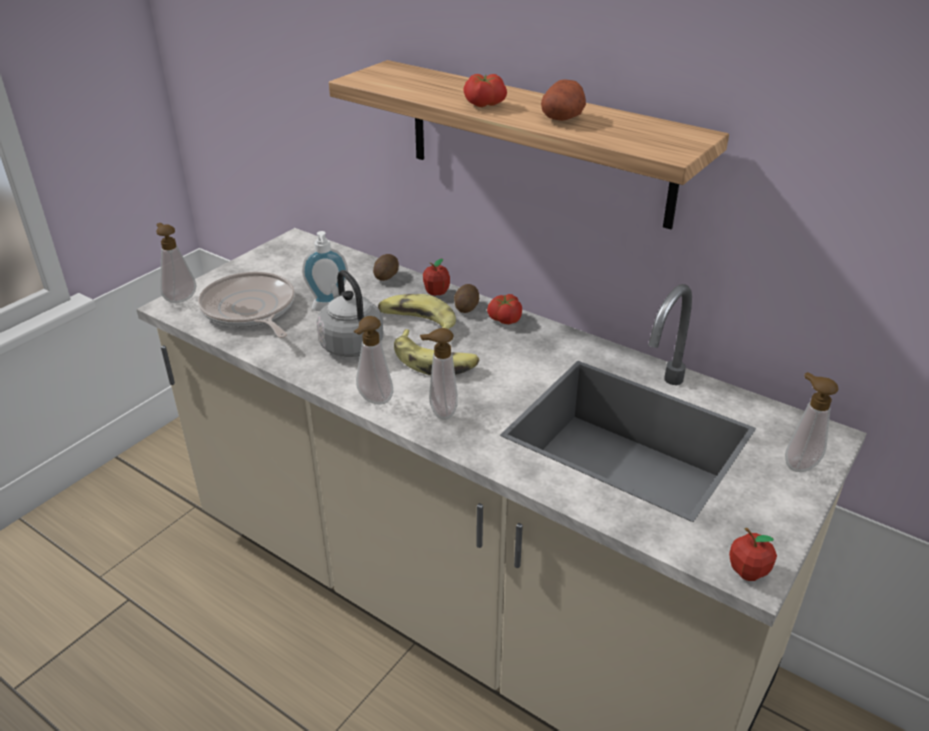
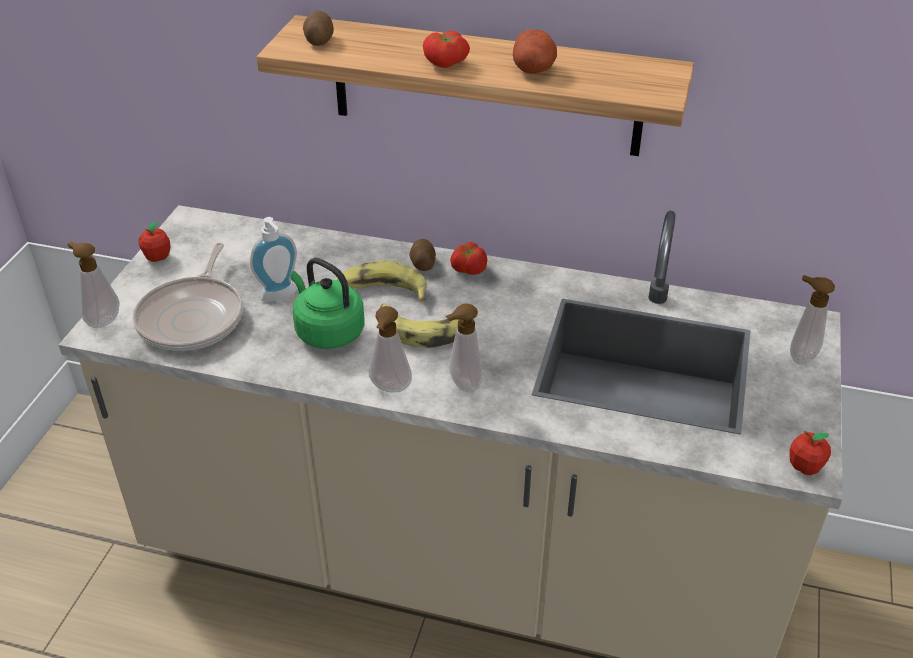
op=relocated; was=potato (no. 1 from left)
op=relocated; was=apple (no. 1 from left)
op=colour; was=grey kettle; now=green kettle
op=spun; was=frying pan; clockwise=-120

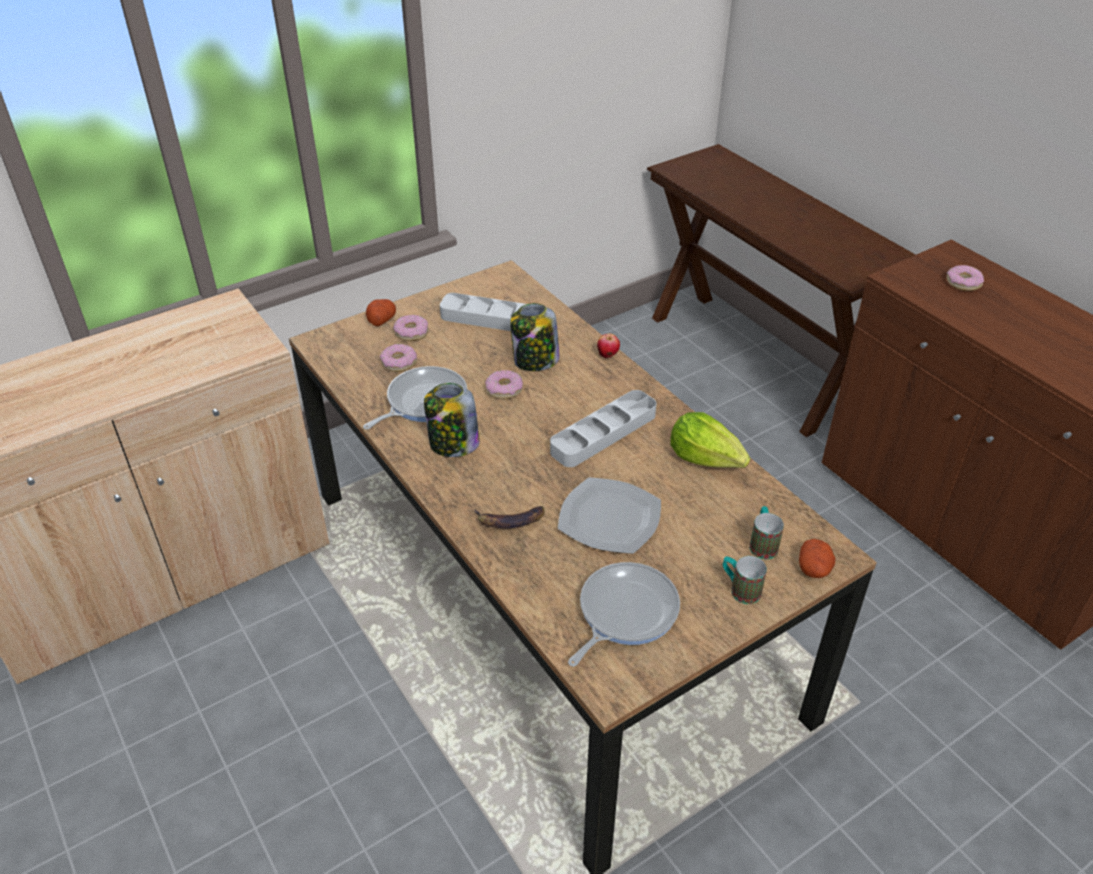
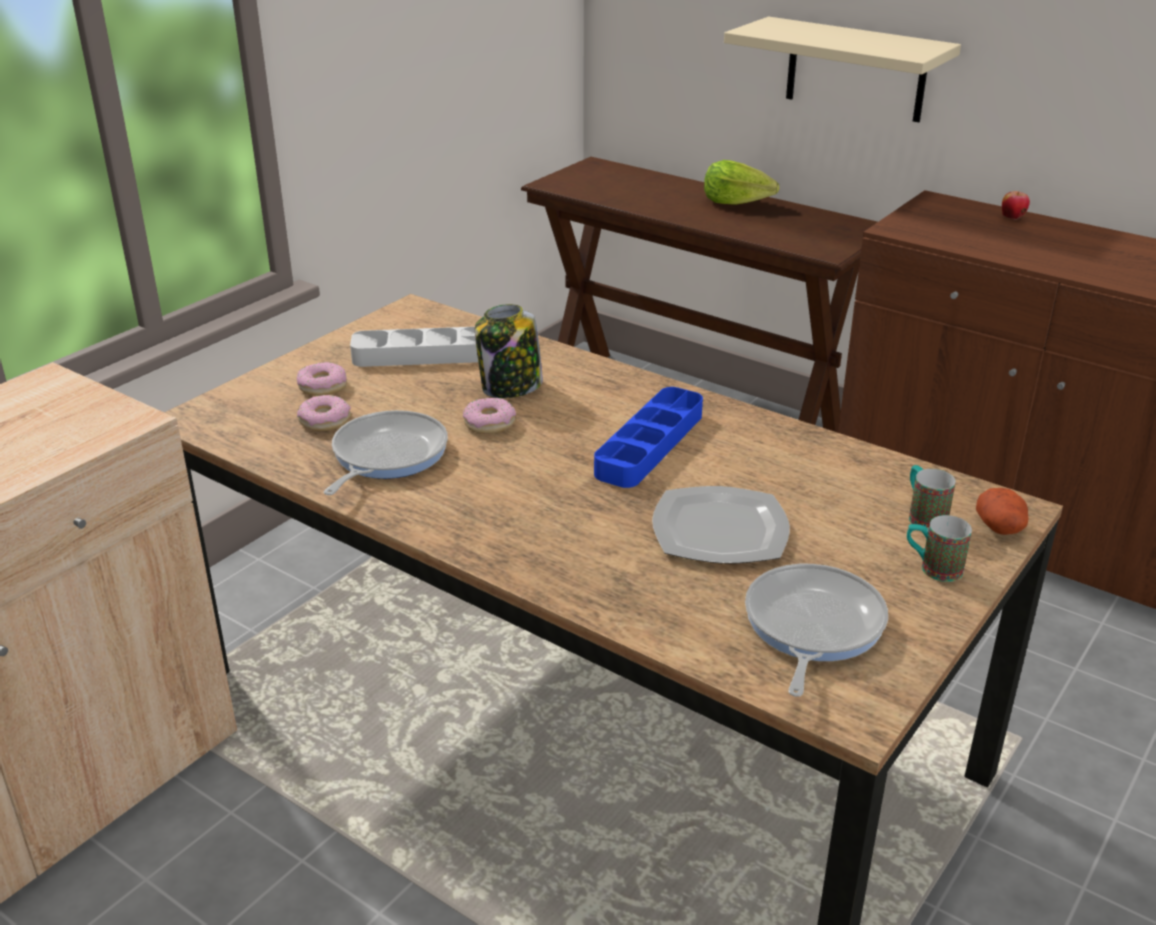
op=missing; was=donut (no. 4 from left)
op=missing; was=potato (no. 1 from left)
op=relocated; was=apple
op=missing; was=jar (no. 1 from left)
op=colour; was=grey tray (no. 2 from left); now=blue tray
op=relocated; was=lettuce
op=missing; was=banana
op=appeared; now=beige shelf

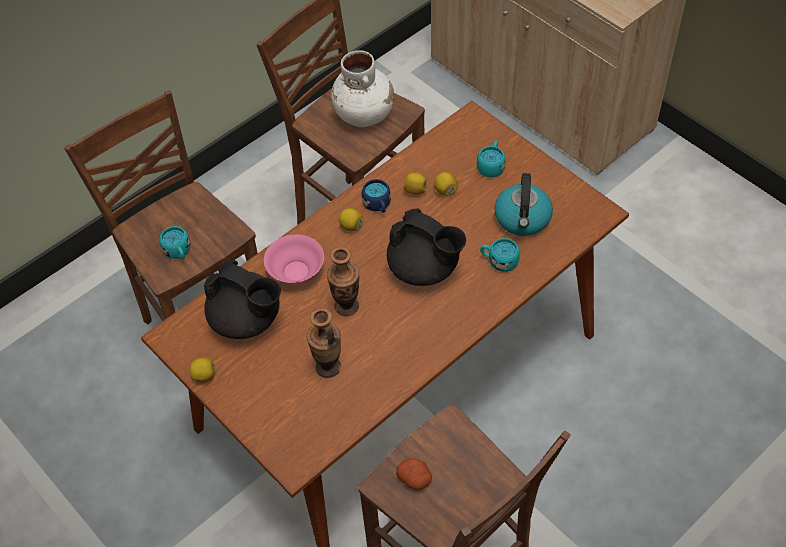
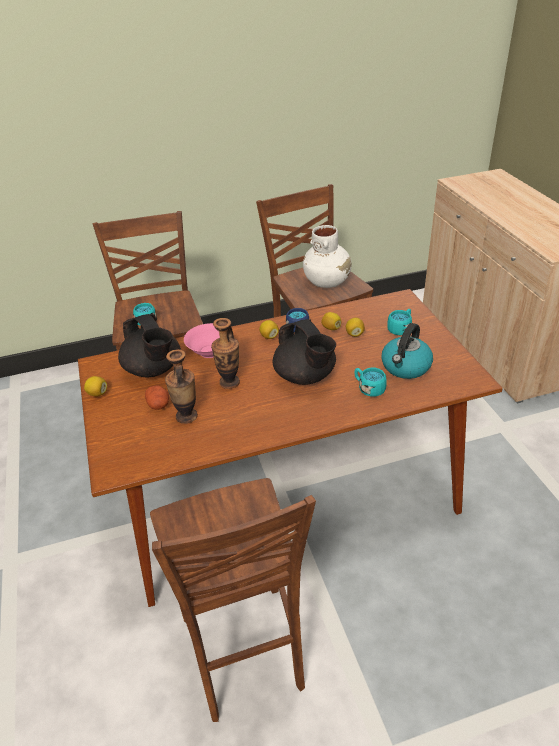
op=relocated; was=potato

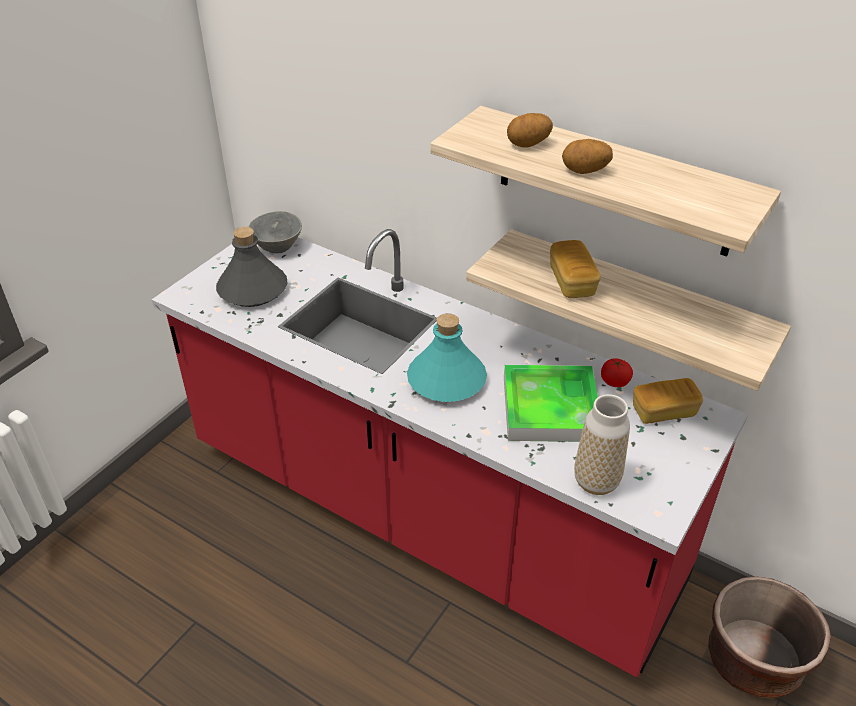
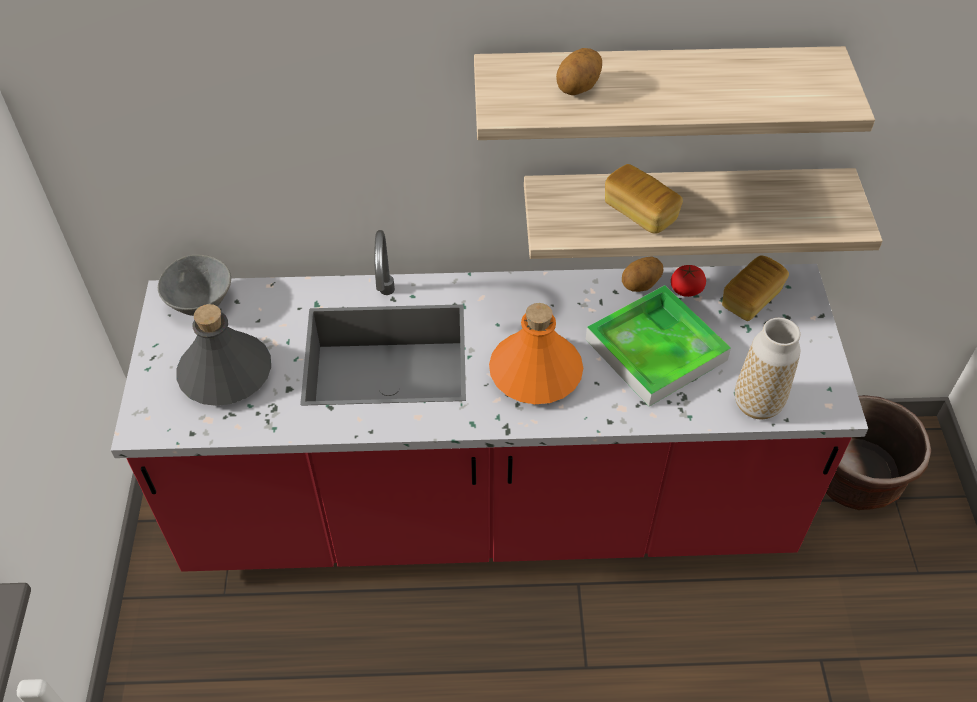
op=relocated; was=potato (no. 2 from left)
op=colour; was=turquoise bottle; now=orange bottle

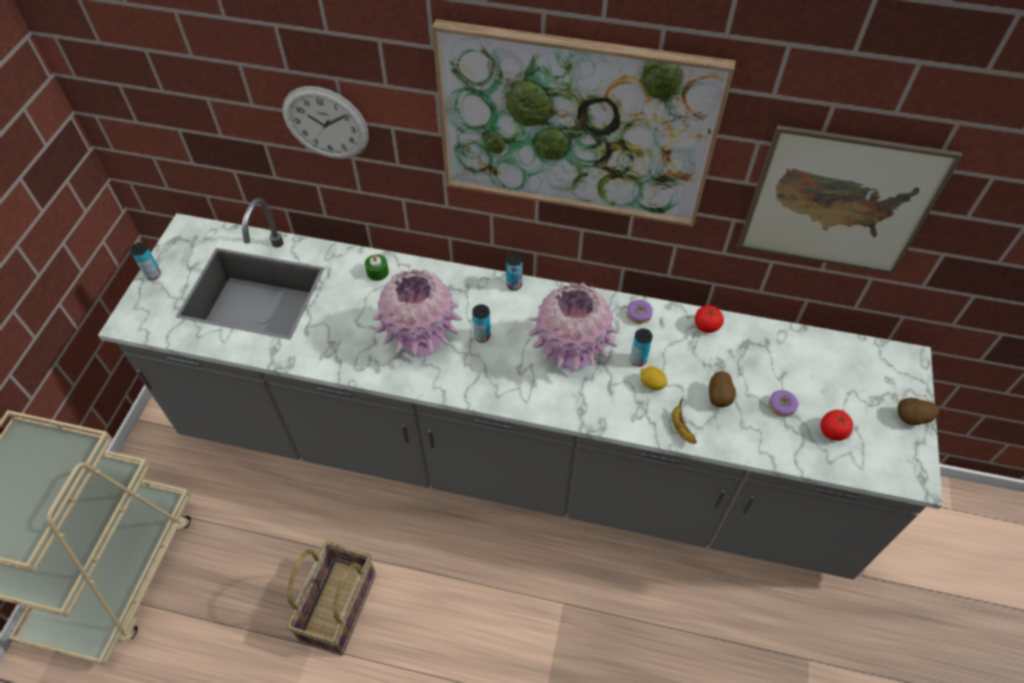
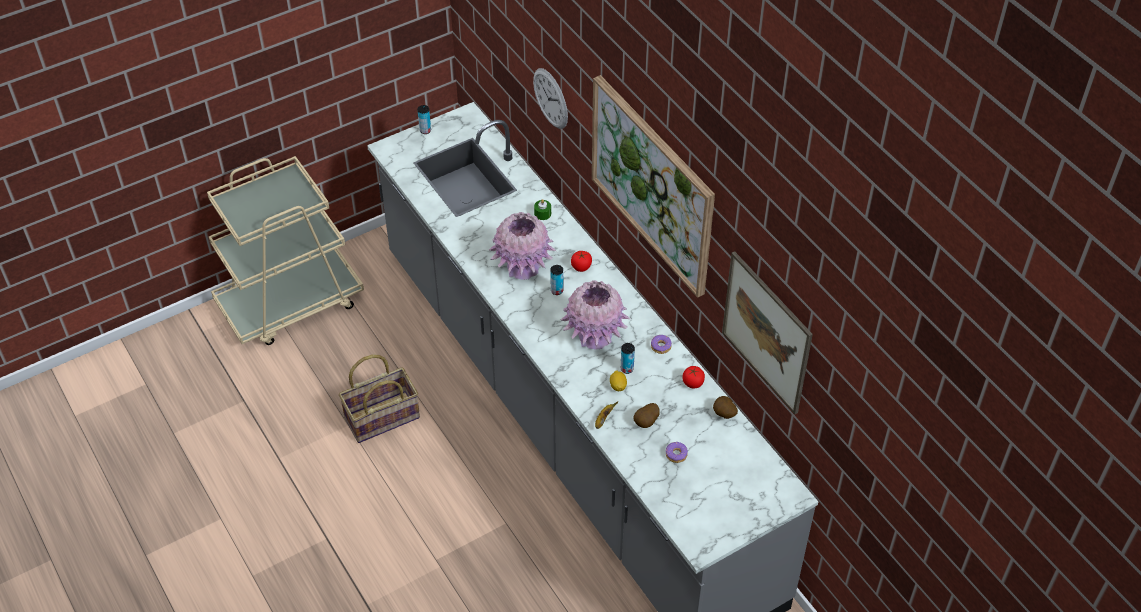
op=missing; was=can (no. 3 from left)
op=relocated; was=potato (no. 2 from left)
op=relocated; was=tomato (no. 2 from left in the first image); now=tomato (no. 1 from left)

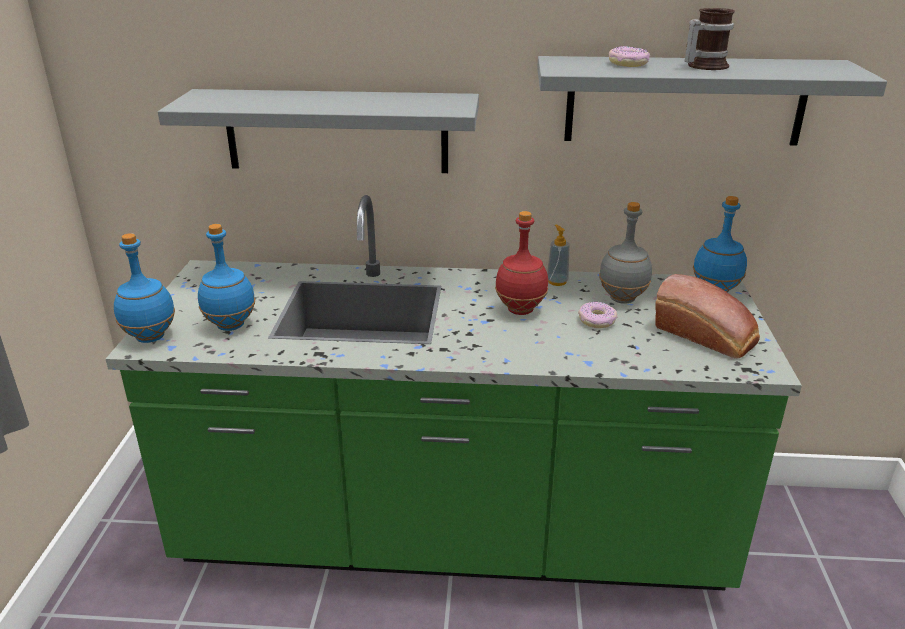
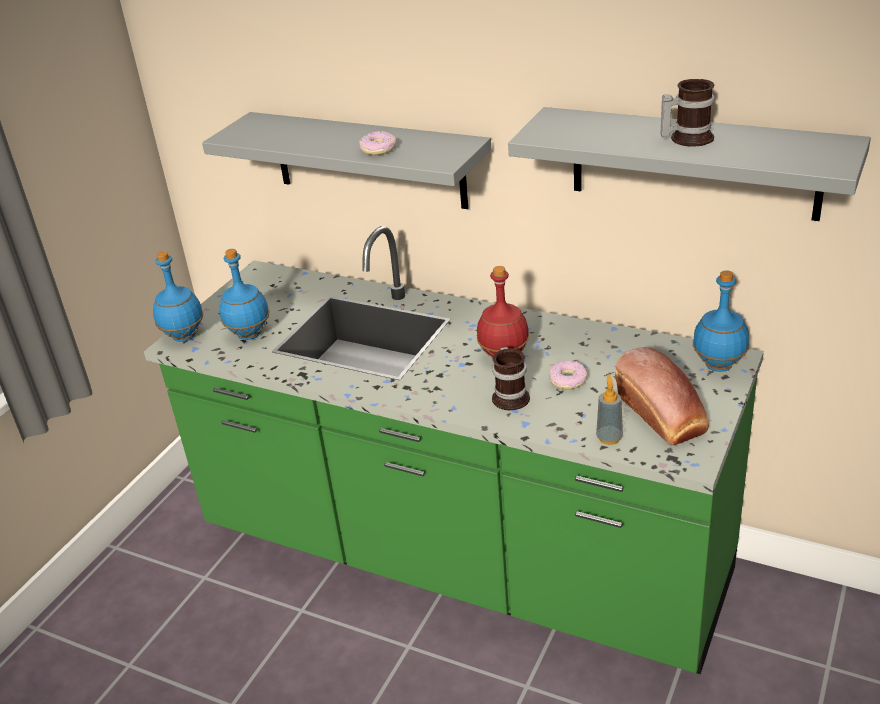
op=relocated; was=donut (no. 2 from left in the first image); now=donut (no. 1 from left)
op=missing; was=grey bottle
op=relocated; was=soap dispenser
op=appeared; now=mug (no. 1 from left)

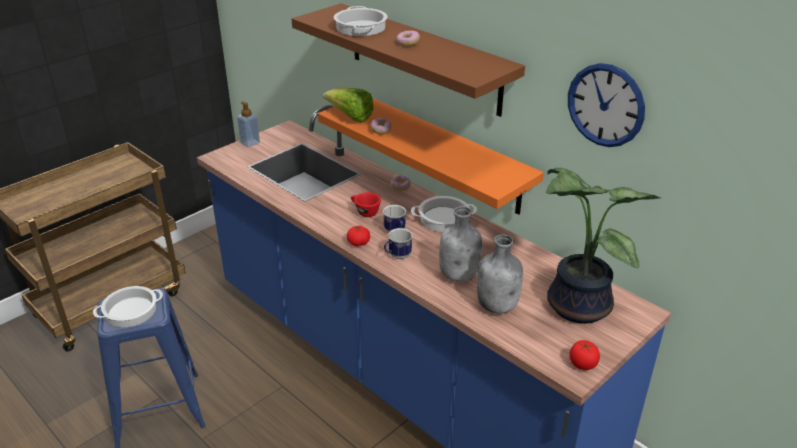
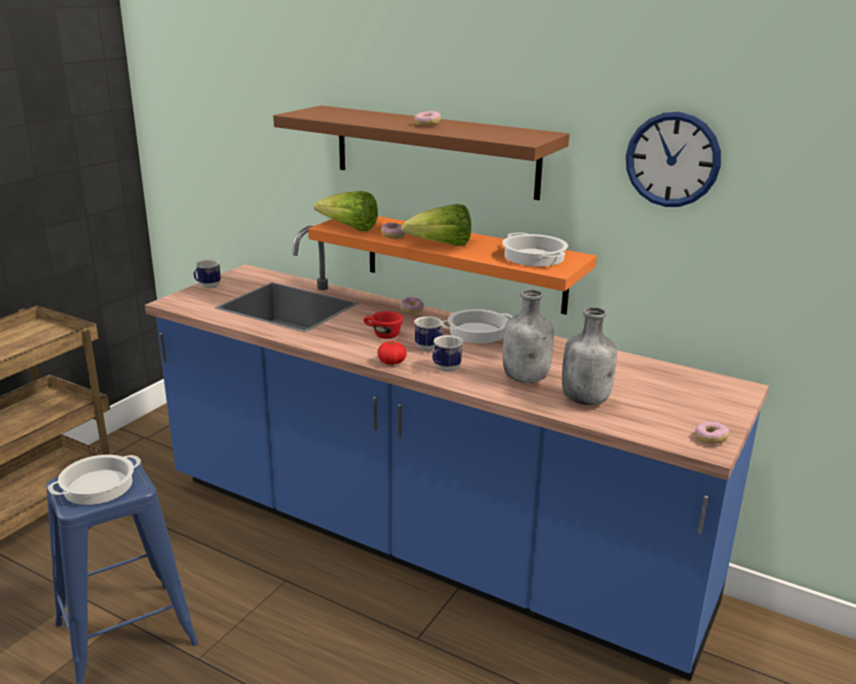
op=relocated; was=cooking pot (no. 2 from left in the first image); now=cooking pot (no. 3 from left)
op=exchanged; was=soap dispenser; now=mug (no. 1 from left)
op=missing; was=potted plant
op=exchanged; was=tomato (no. 2 from left); now=donut (no. 4 from left)
op=appeared; now=lettuce (no. 2 from left)

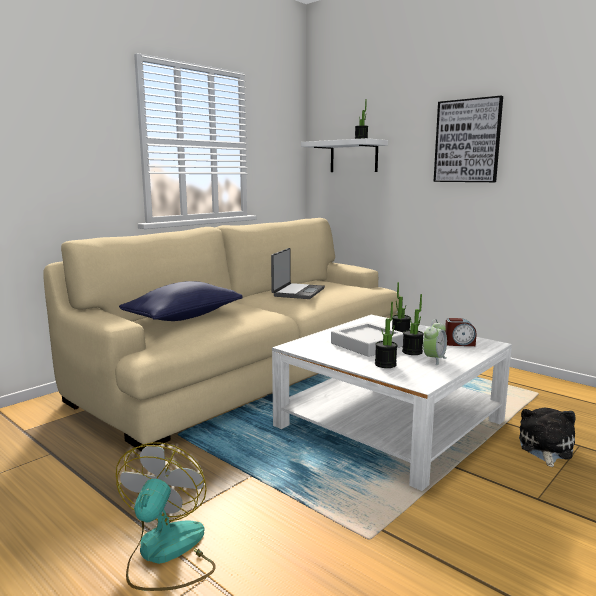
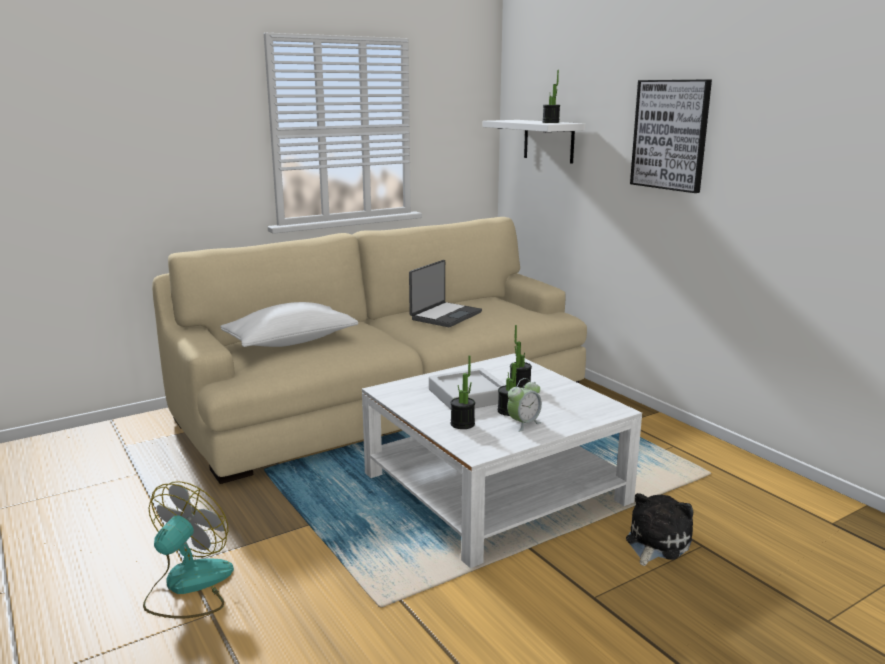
op=colour; was=blue pillow; now=white pillow
op=missing; was=alarm clock (no. 2 from left)

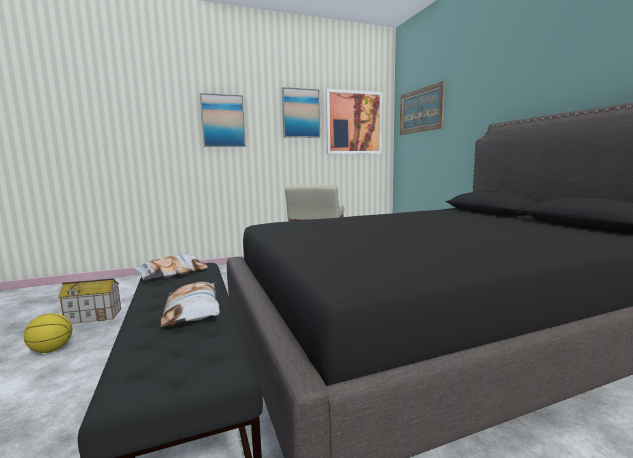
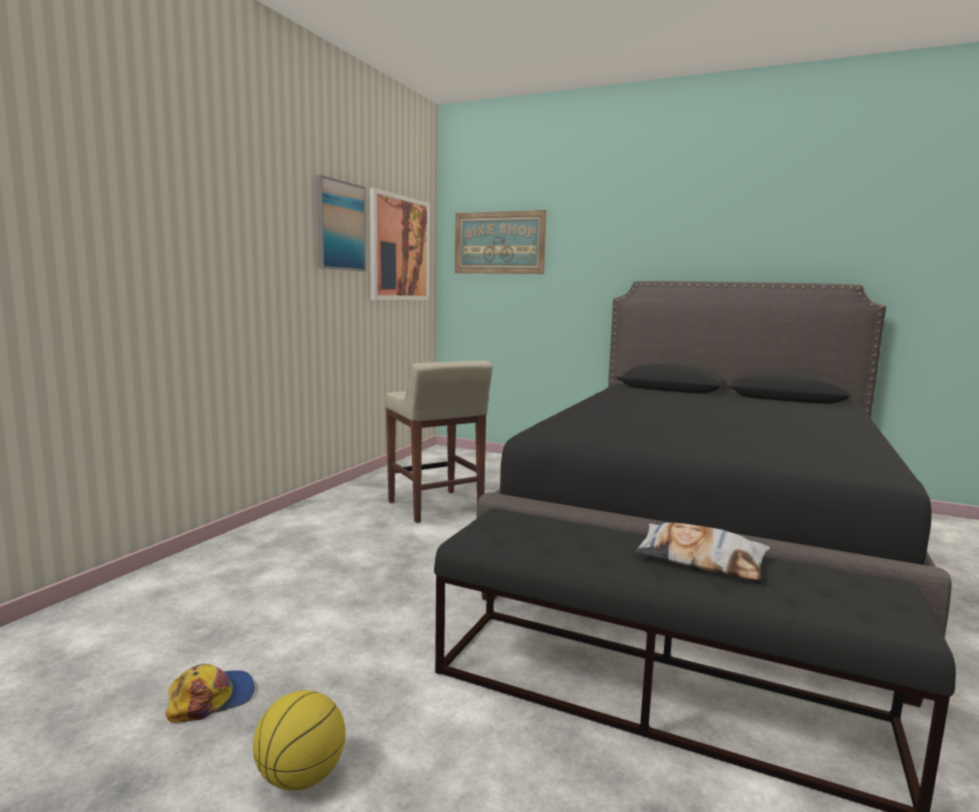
op=missing; was=picture (no. 1 from left)
op=missing; was=pillow (no. 1 from left)
op=exchanged; was=toy house; now=cap

